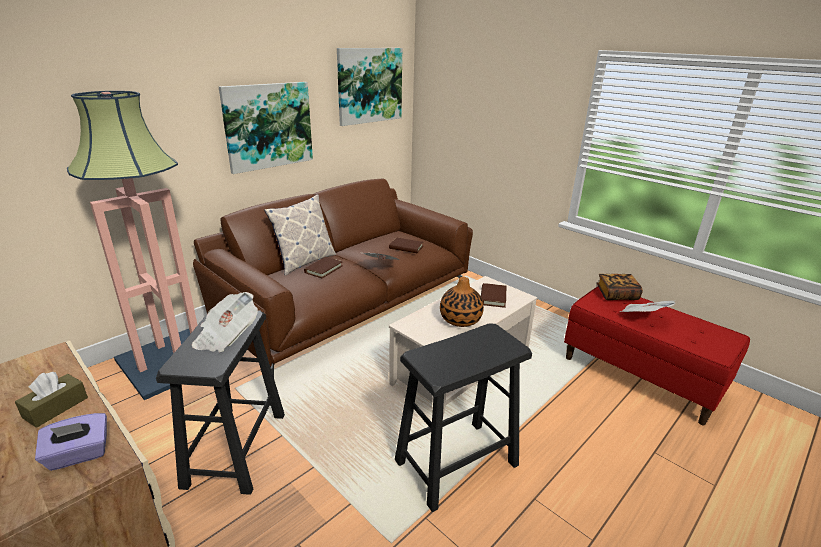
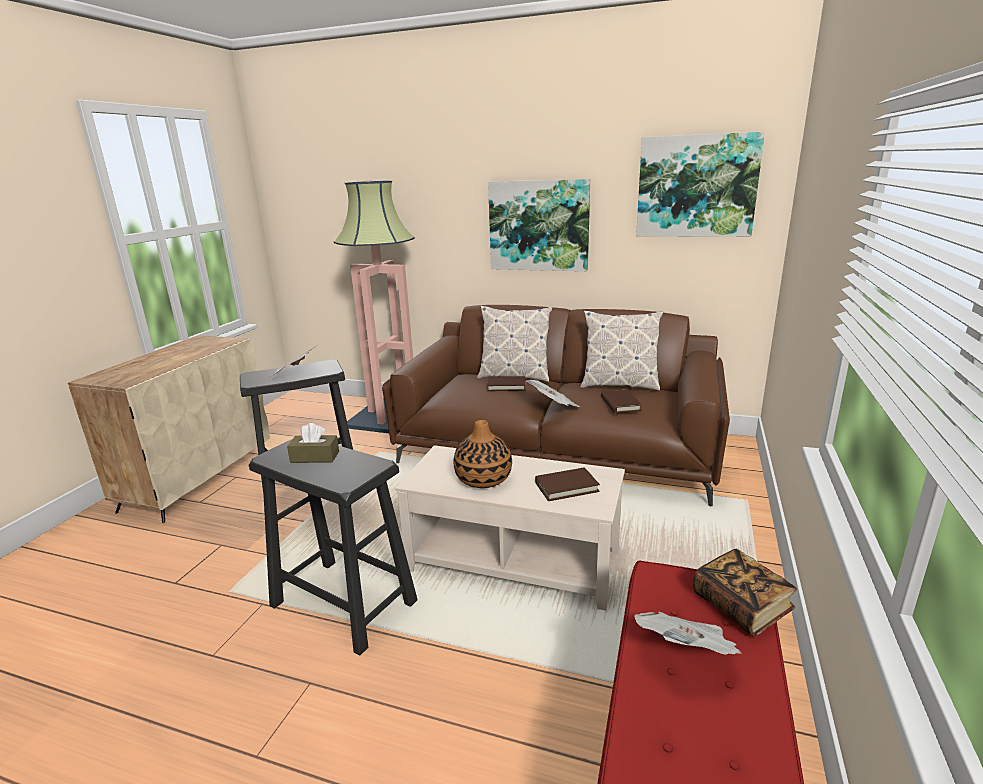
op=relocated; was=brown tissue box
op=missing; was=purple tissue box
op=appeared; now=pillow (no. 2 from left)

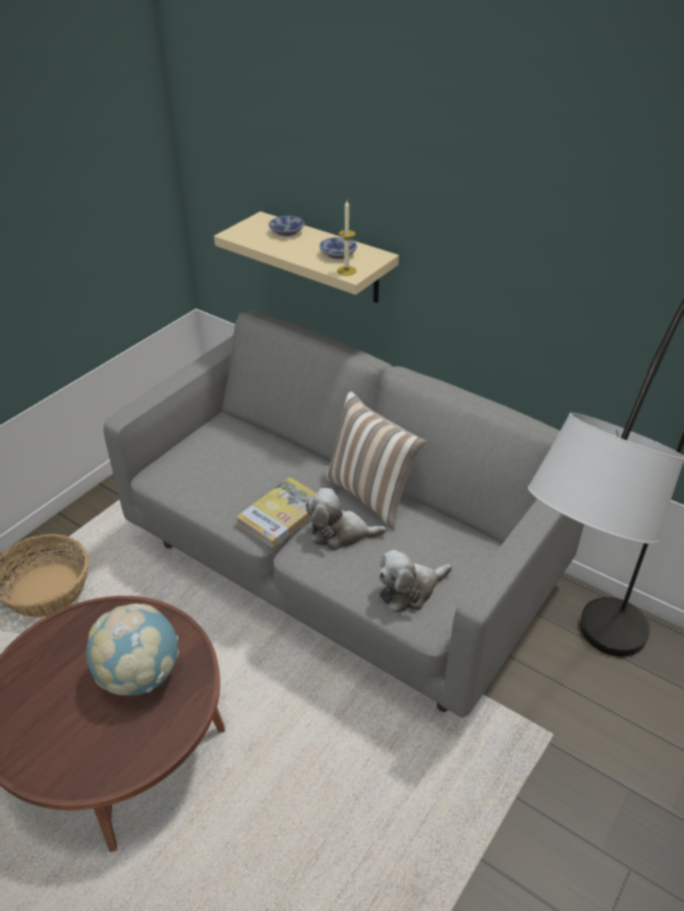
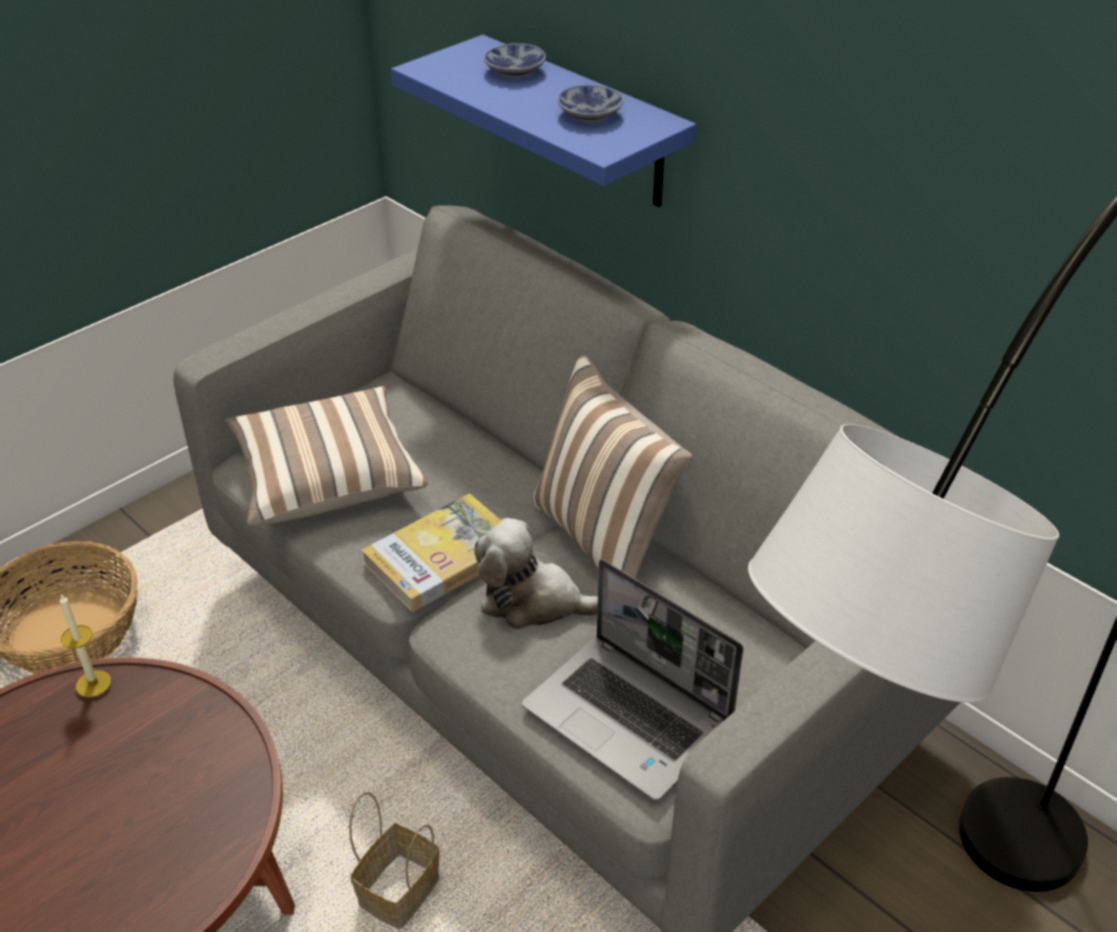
op=relocated; was=candle
op=colour; was=beige shelf; now=blue shelf
op=exchanged; was=plush toy (no. 2 from left); now=laptop
op=missing; was=globe
op=appeared; now=pillow (no. 1 from left)
op=appeared; now=basket (no. 2 from left)

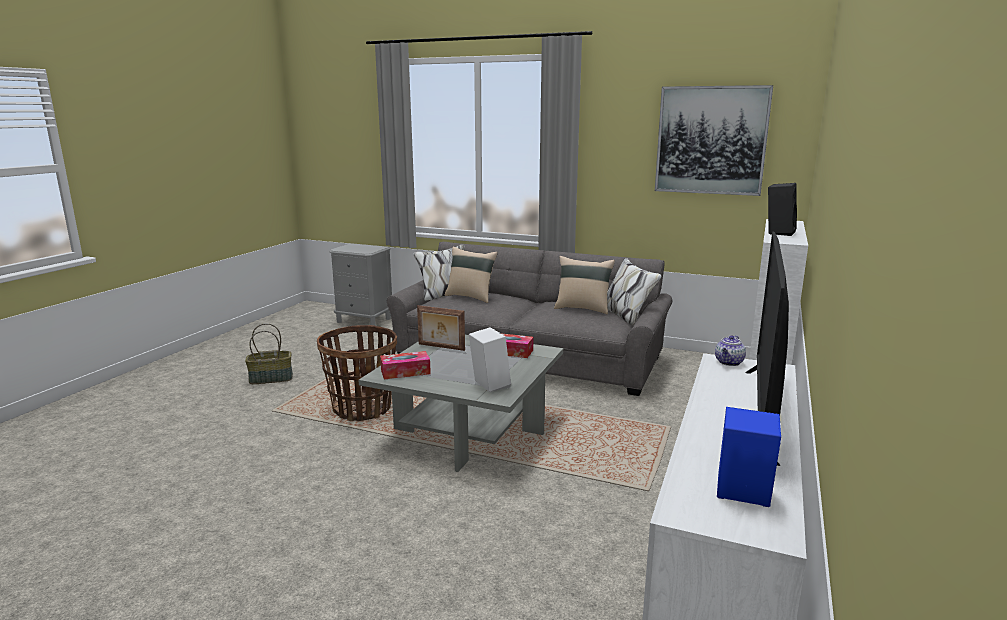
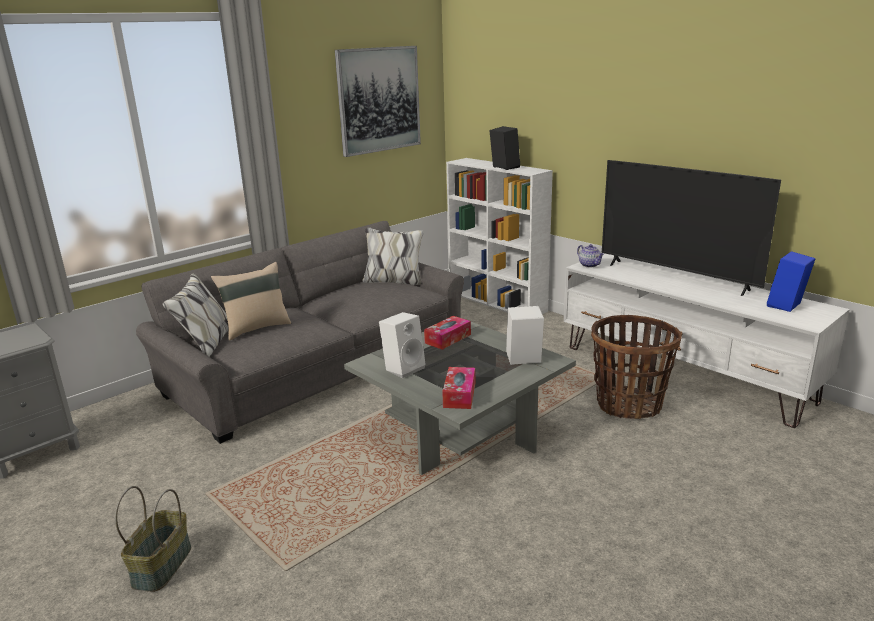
op=missing; was=beige pillow (no. 2 from left)
op=exchanged; was=picture frame; now=white speaker (no. 1 from left)
op=relocated; was=basket (no. 2 from left)

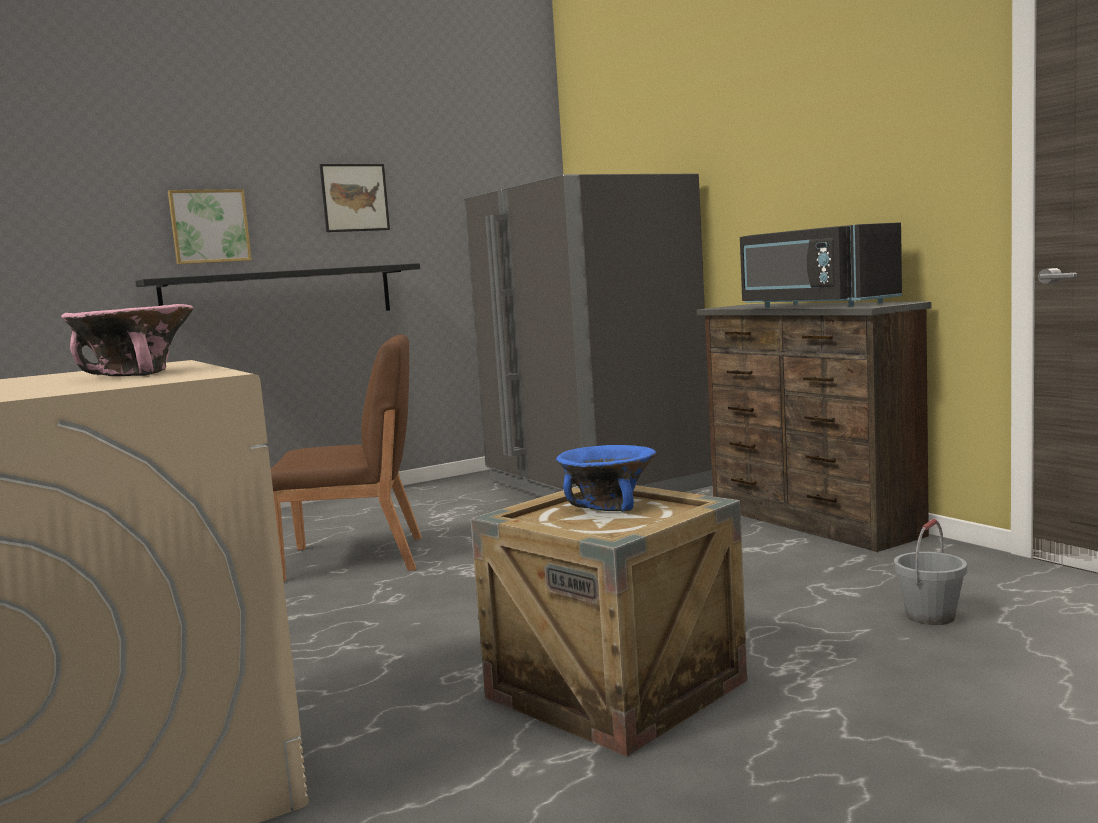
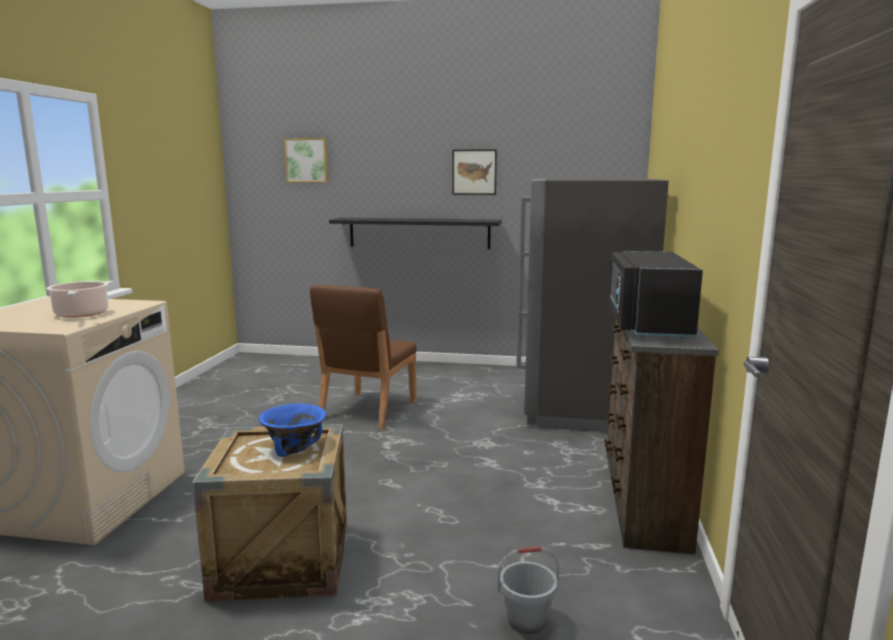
op=relocated; was=picture (no. 1 from left)
op=exchanged; was=pink bowl; now=cooking pot
op=spun; was=brown chair; clockwise=75

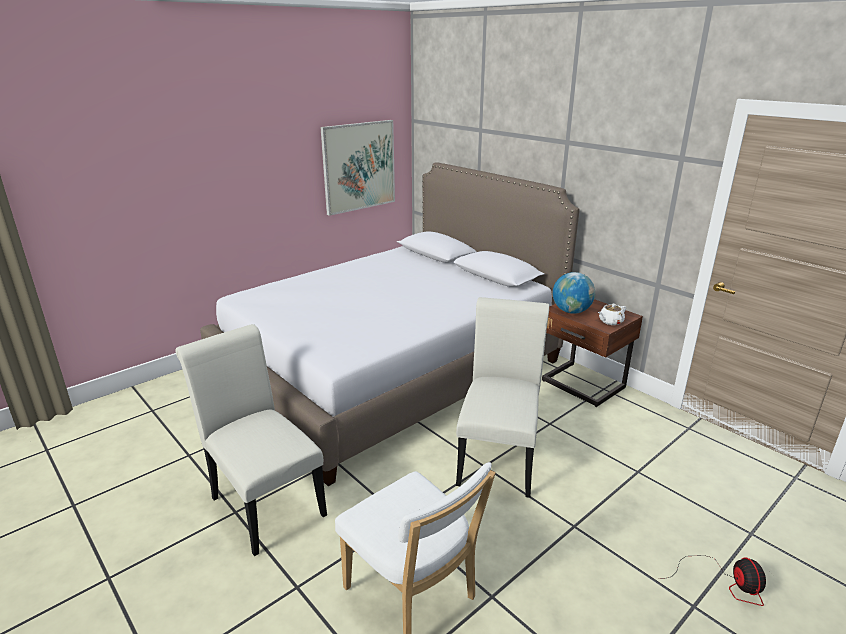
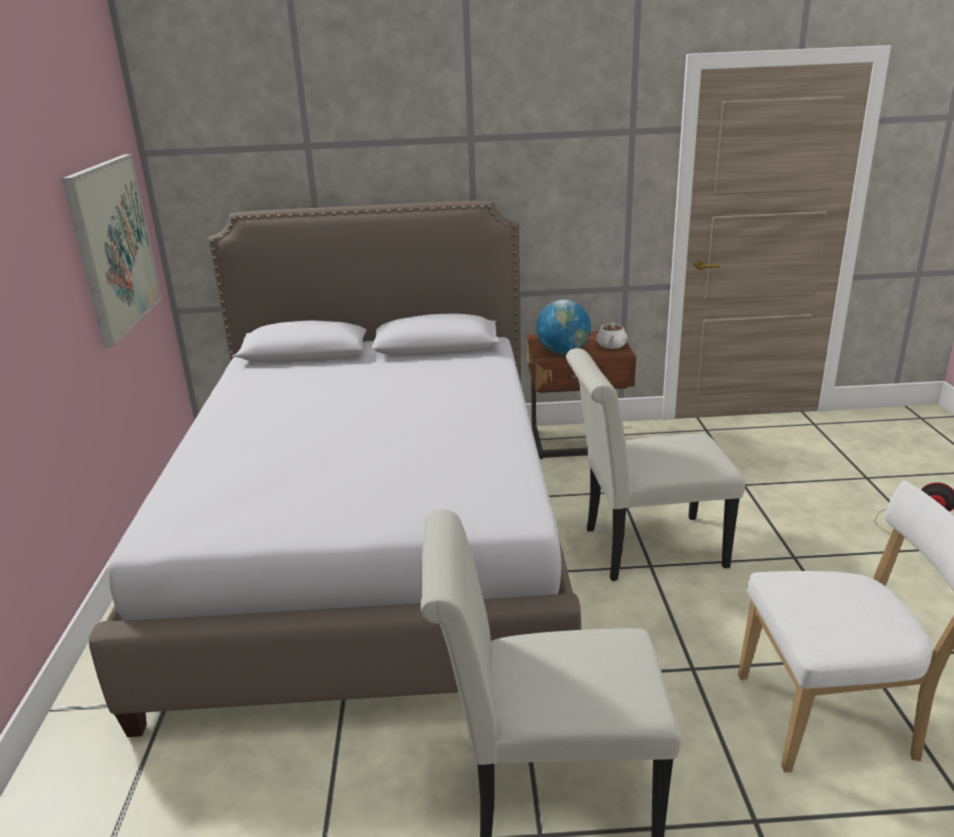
op=spun; was=white chair (no. 3 from left in the first image); clockwise=-60

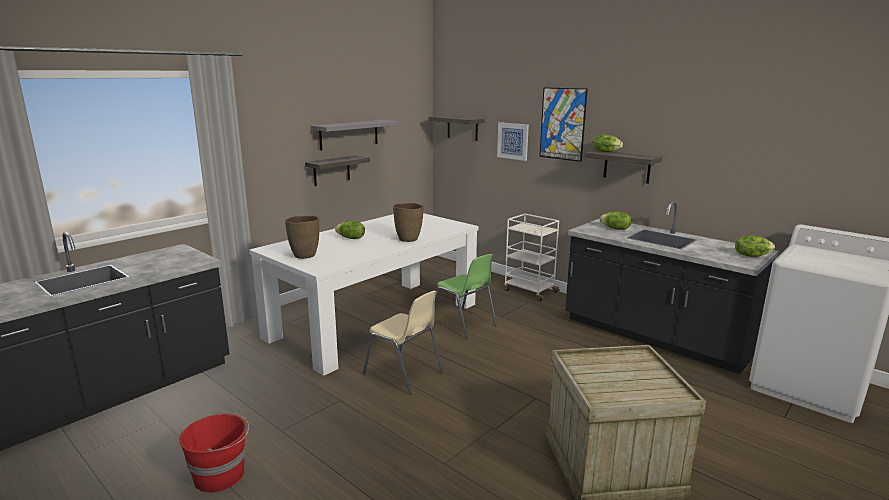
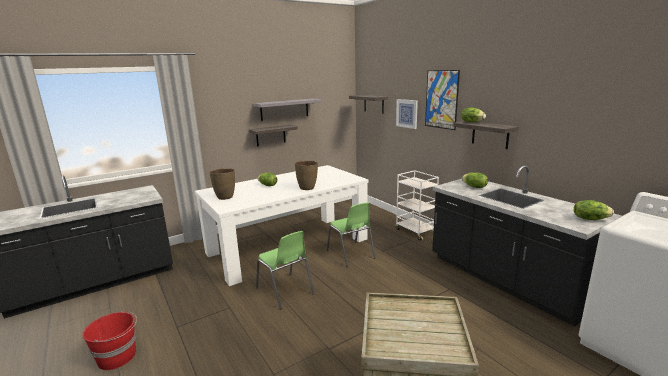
op=colour; was=beige chair; now=green chair (no. 1 from left)

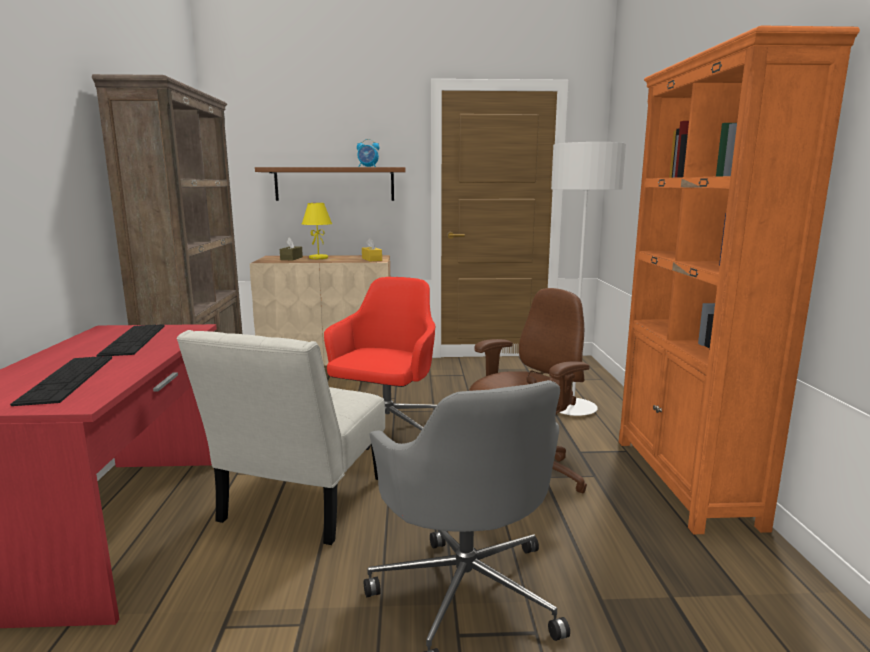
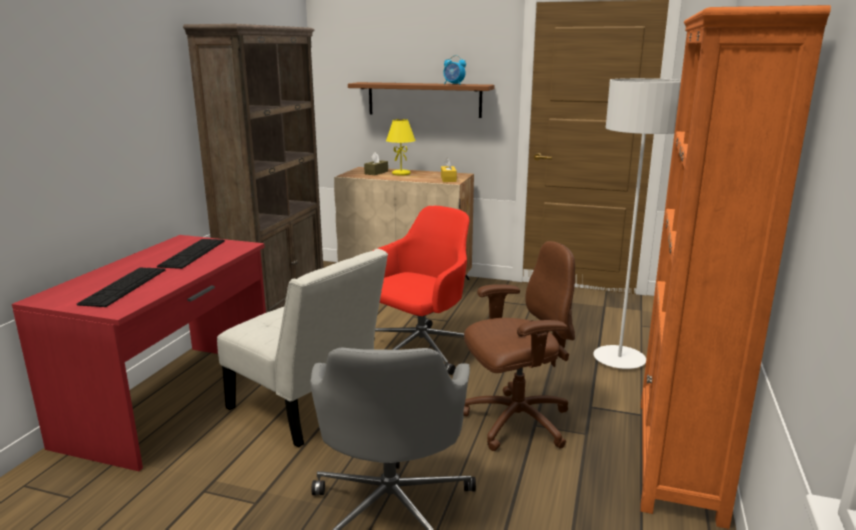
op=spun; was=white chair; clockwise=-90

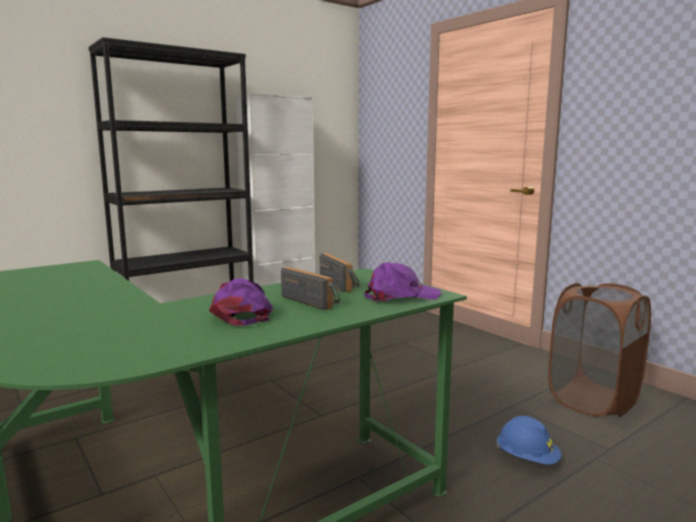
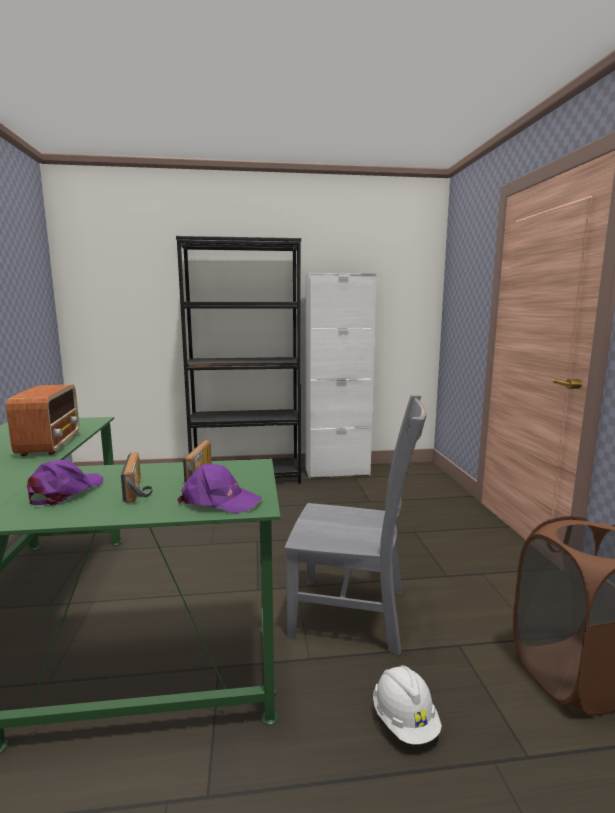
op=colour; was=blue hard hat; now=white hard hat
op=appeared; now=radio (no. 1 from left)
op=appeared; now=grey chair

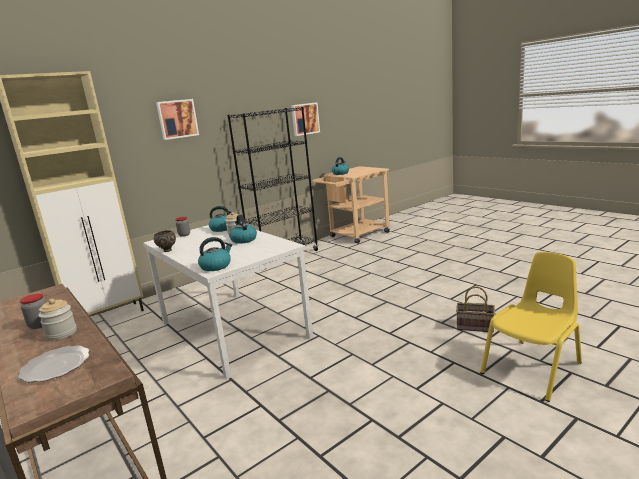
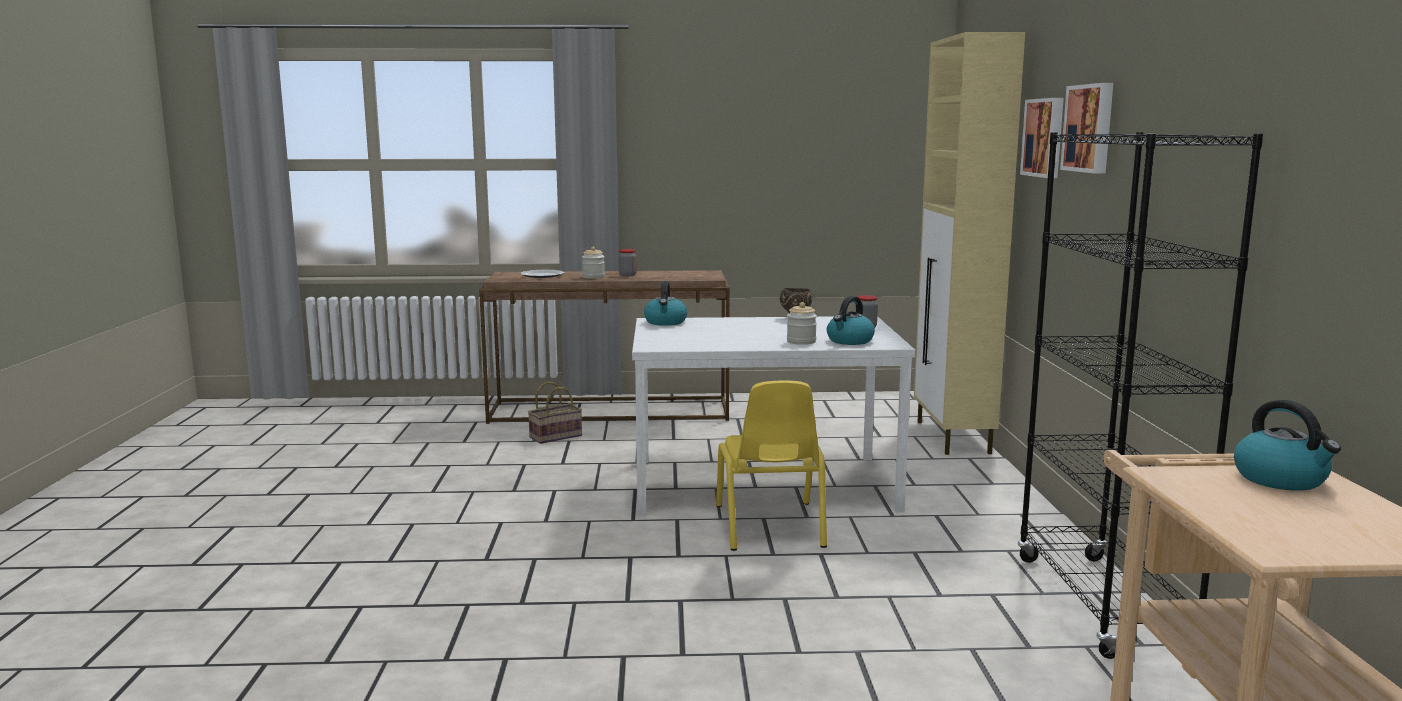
op=relocated; was=picture (no. 2 from left in the first image); now=picture (no. 1 from left)
op=missing; was=kettle (no. 3 from left)
op=relocated; was=yellow chair
op=relocated; was=basket

